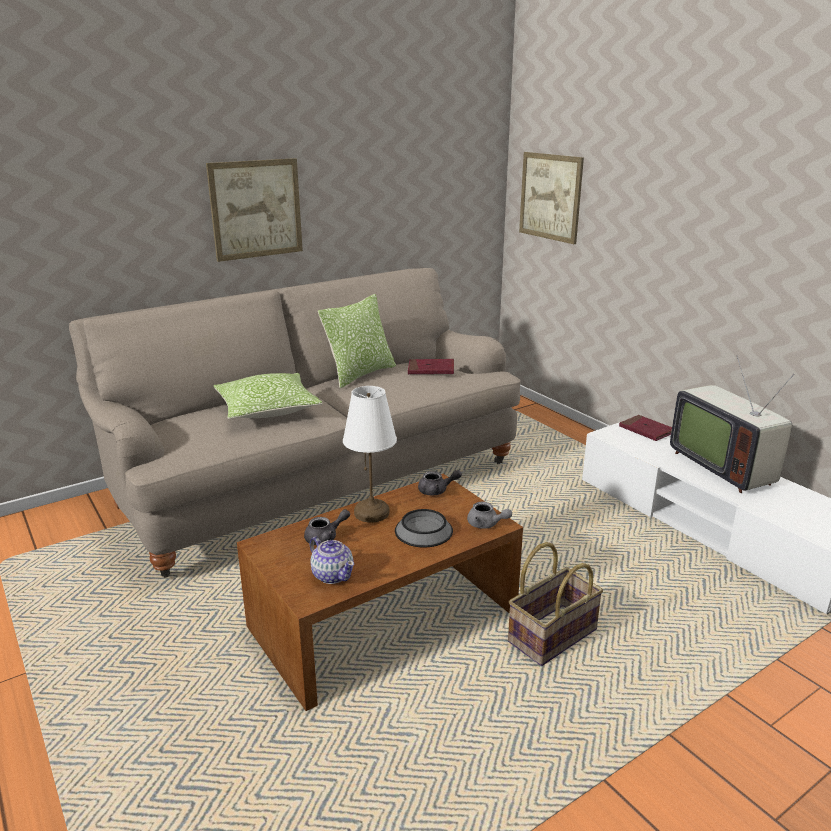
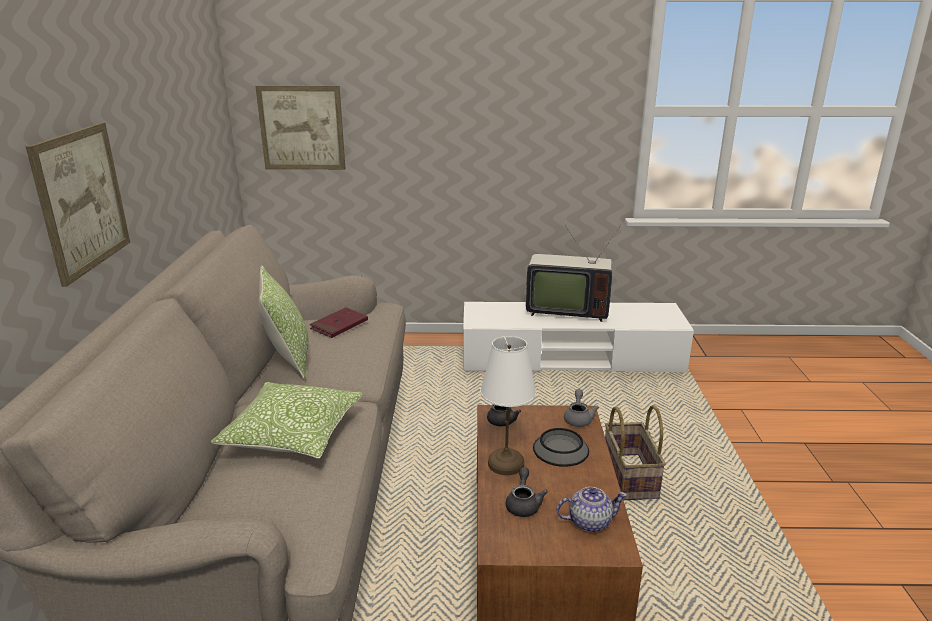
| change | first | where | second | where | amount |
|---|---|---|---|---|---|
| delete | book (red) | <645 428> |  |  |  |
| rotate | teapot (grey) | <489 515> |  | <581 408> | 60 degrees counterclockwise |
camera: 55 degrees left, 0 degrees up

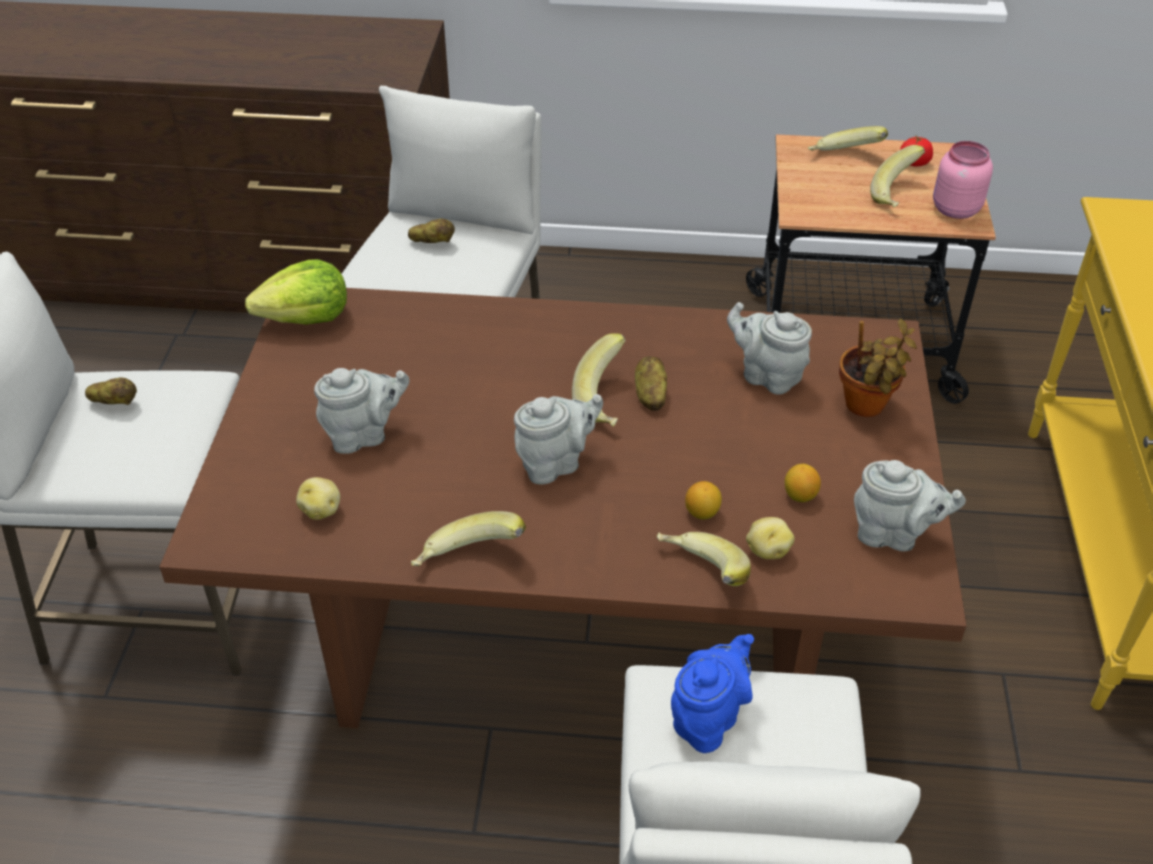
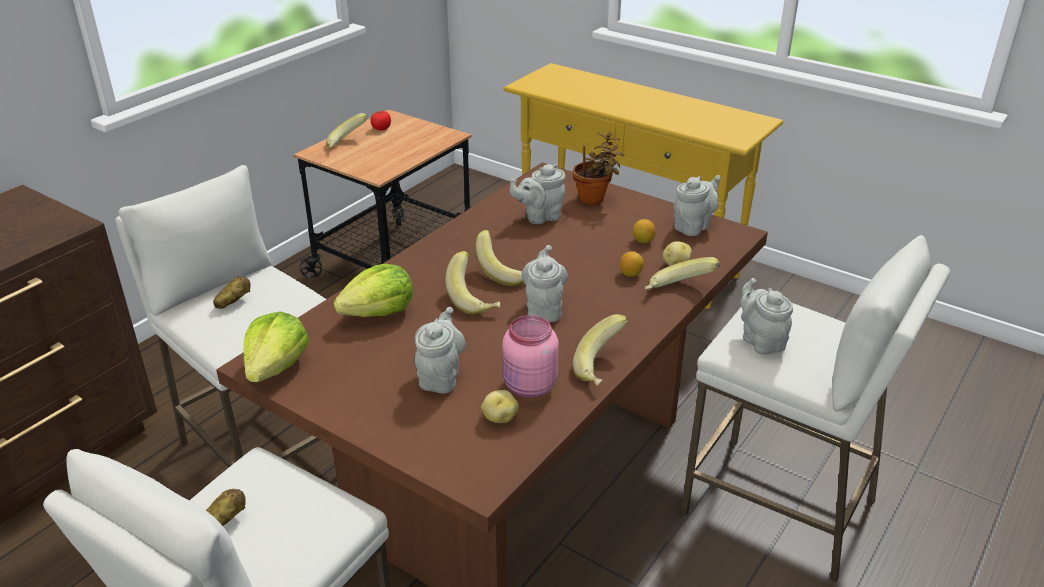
| change | first | where | second | where | amount |
|---|---|---|---|---|---|
| delete | potato | <651 383> |  |  |  |
| insert |  |  | lettuce | <373 290> |  |
| move | banana | <897 176> |  | <472 283> |  |
| move | jar (pink) | <963 180> |  | <530 356> |  |
| recolor | teapot (blue) | <712 693> | teapot (grey) | <766 316> |  |
camera: 60 degrees left, 10 degrees down

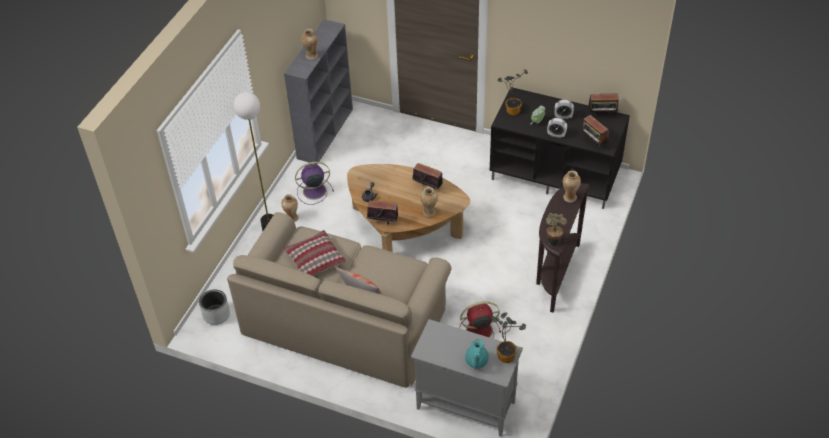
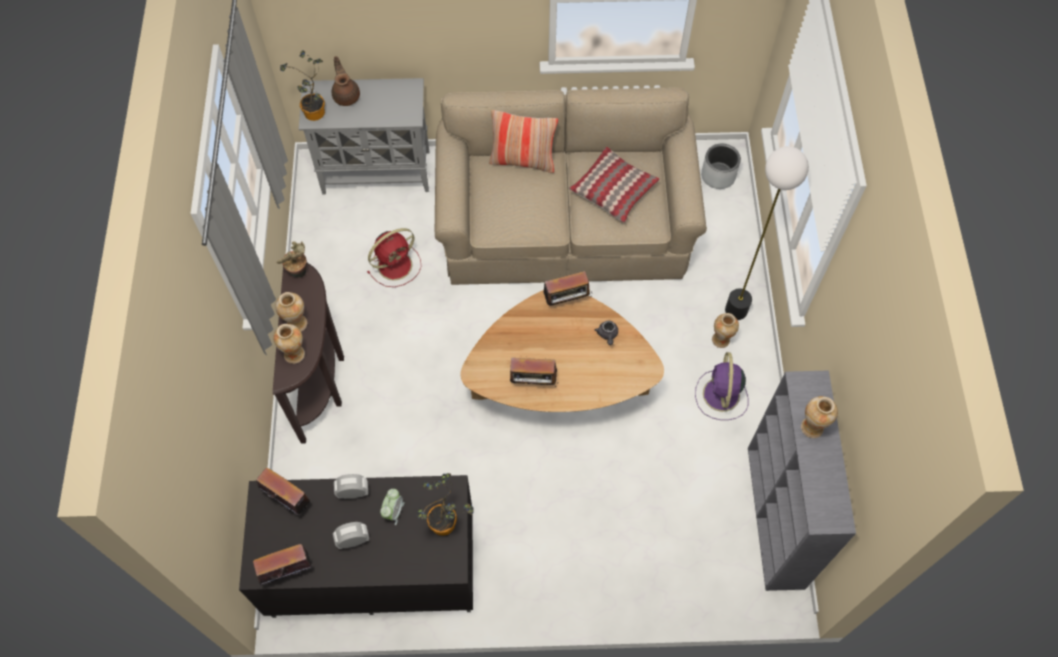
| change | first | where | second | where | amount |
|---|---|---|---|---|---|
| move | vase | <429 202> |  | <291 312> |  |
| recolor | teapot (turquoise) | <477 353> | teapot (brown) | <346 81> |  |
| rotate | fan (purple) | <314 183> |  | <722 386> | 135 degrees clockwise |
camera: 155 degrees right, 15 degrees up

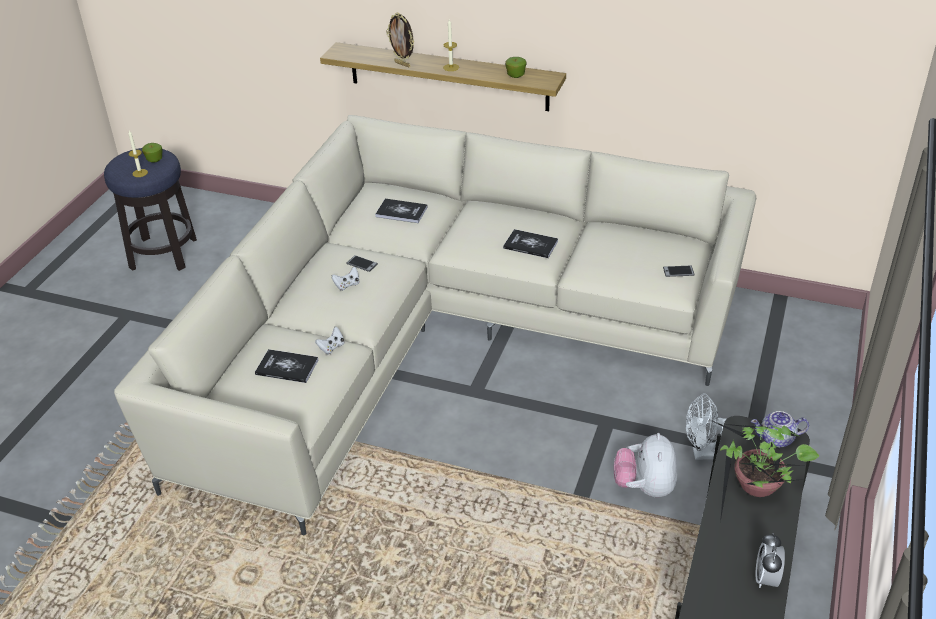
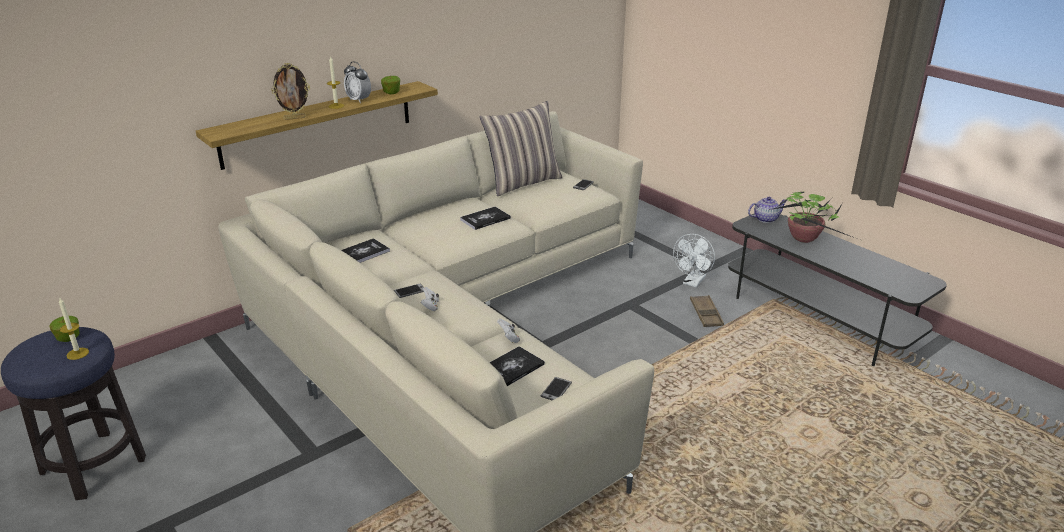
| change | first | where | second | where | amount |
|---|---|---|---|---|---|
| insert |  |  | pillow | <521 148> |  |
| insert |  |  | phone | <556 388> |  |
| move | alarm clock | <770 560> |  | <357 82> |  |
| replace | plush toy | <645 465> | tray (brown) | <707 311> |  |
| rotate | teapot | <780 429> |  | <767 210> | 135 degrees counterclockwise |
camera: 60 degrees left, 10 degrees down

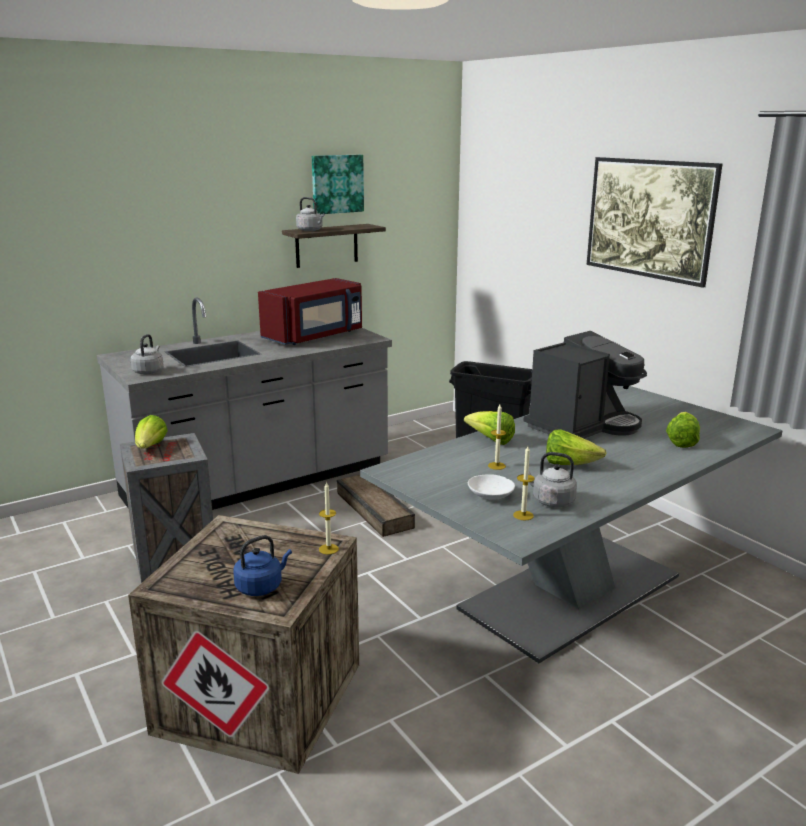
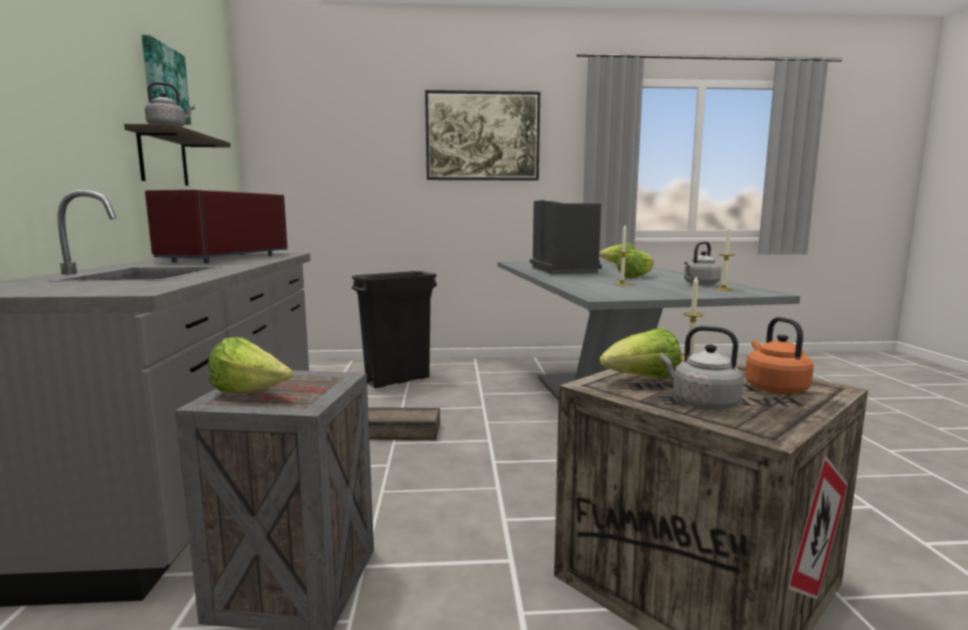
| change | first | where | second | where | amount |
|---|---|---|---|---|---|
| delete | bowl (white) | <491 487> |  |  |  |
| move | kettle (grey) | <147 354> |  | <701 368> |  |
| move | lettuce | <489 428> |  | <640 353> |  |
| recolor | kettle (blue) | <262 565> | kettle (orange) | <779 355> |  |
| rotate | microwave (red) | <310 311> |  | <216 226> | 150 degrees counterclockwise |
camera: 60 degrees left, 10 degrees down

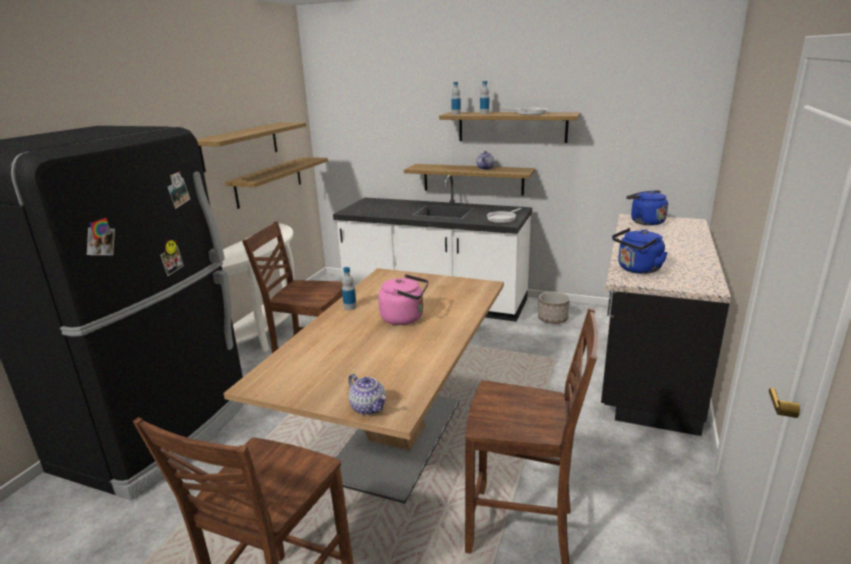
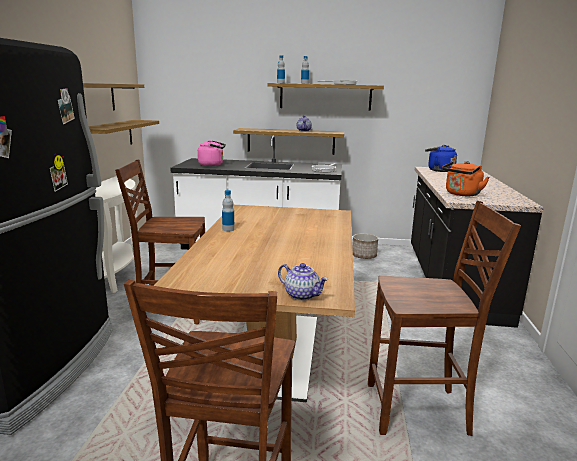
| change | first | where | second | where | amount |
|---|---|---|---|---|---|
| move | kettle (pink) | <403 299> |  | <212 153> |  |
| recolor | kettle (blue) | <640 251> | kettle (orange) | <465 178> |  |
camera: 15 degrees left, 5 degrees down

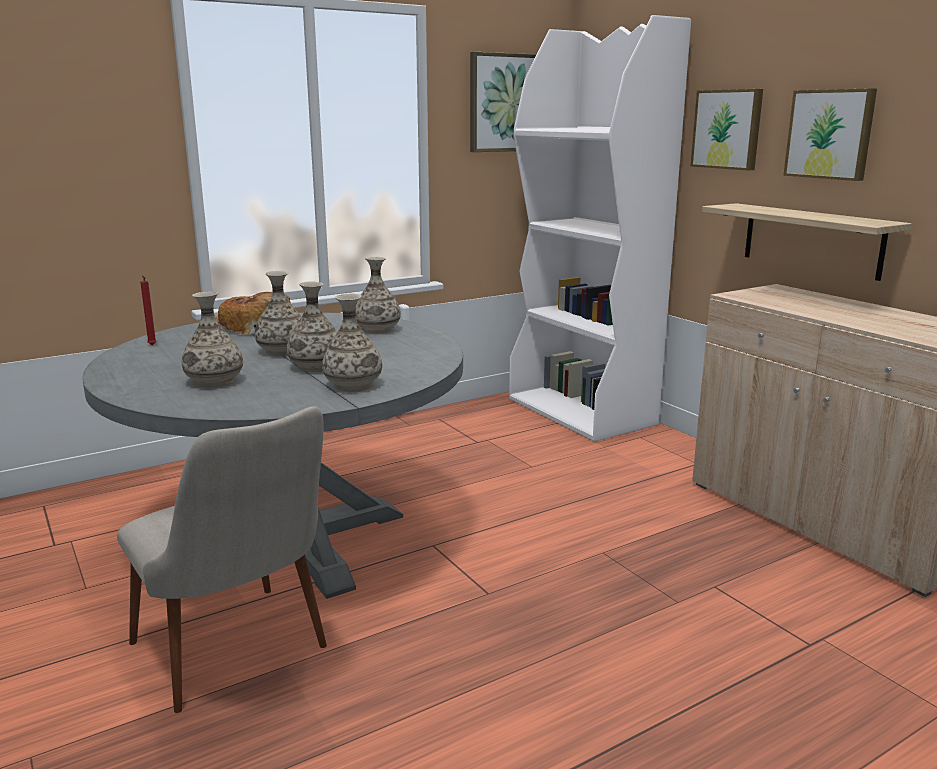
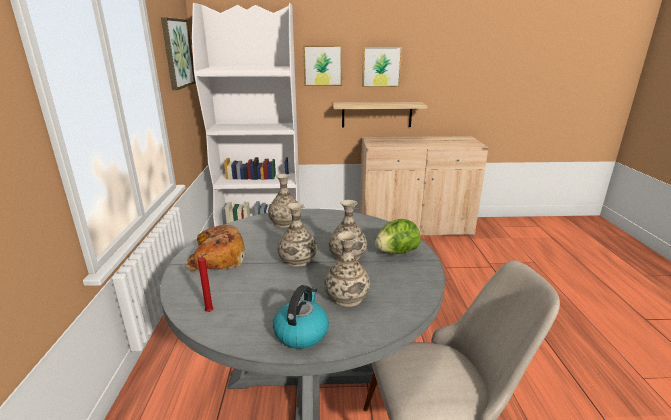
| change | first | where | second | where | amount |
|---|---|---|---|---|---|
| insert |  |  | kettle | <301 317> |  |
| replace | vase | <352 342> | lettuce | <398 236> |  |
camera: 60 degrees left, 5 degrees up

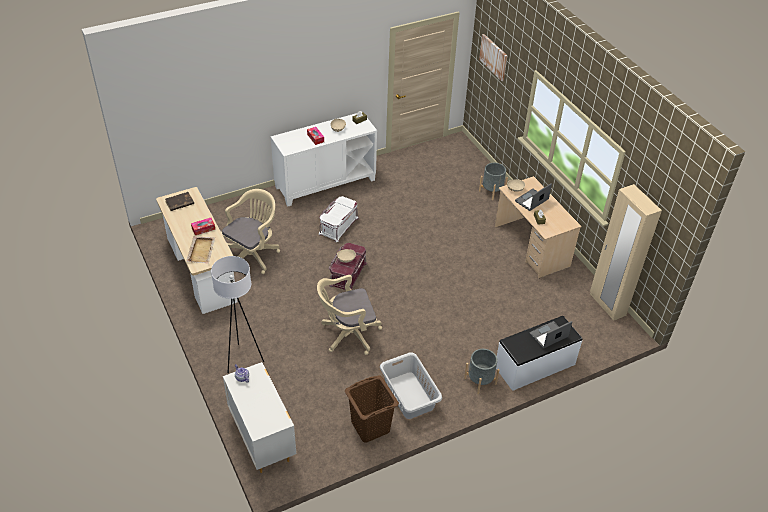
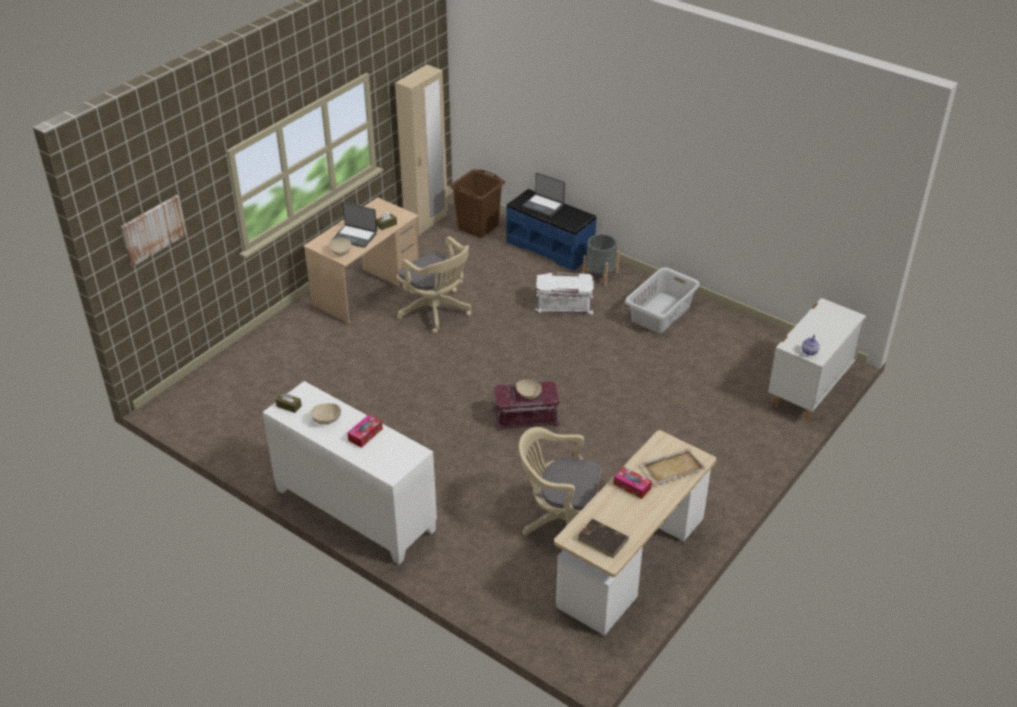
| change | first | where | second | where | amount |
|---|---|---|---|---|---|
| delete | floor lamp (white) | <237 314> |  |  |  |
| delete | planter (grey) | <493 181> |  |  |  |
| move | office chair (beige) | <349 315> |  | <434 284> |  |
| move | storage box (white) | <339 219> |  | <564 293> |  |
| move | laundry basket (brown) | <372 409> |  | <477 203> |  |
| recolor | bench (white) | <539 353> | bench (blue) | <551 230> |  |
camera: 115 degrees left, 5 degrees down

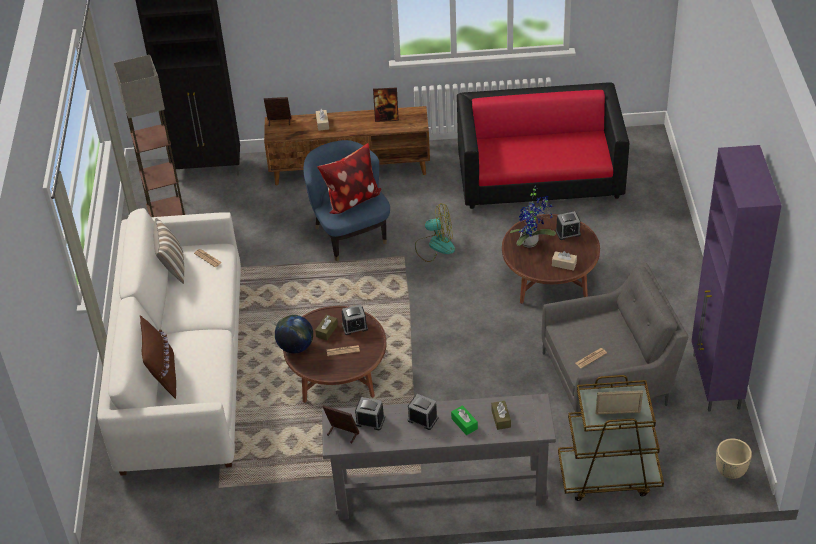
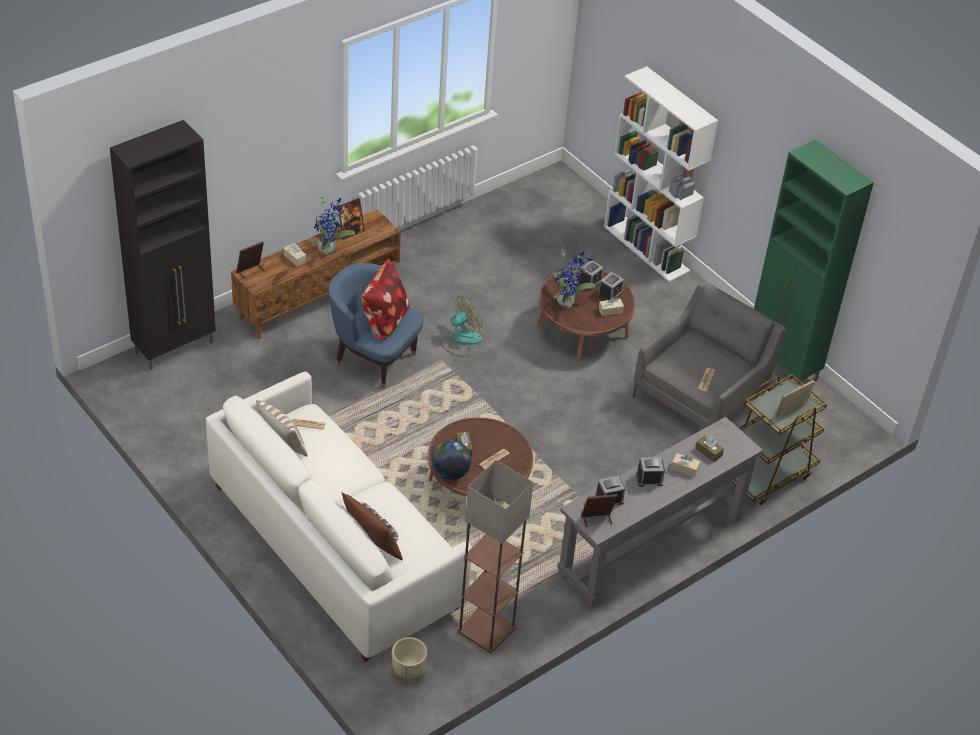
| change | first | where | second | where | amount |
|---|---|---|---|---|---|
| delete | sofa | <543 145> |  |  |  |
| insert |  |  | potted plant | <333 224> |  |
| insert |  |  | bookcase (white) | <661 174> |  |
| move | floor lamp | <149 136> |  | <495 557> |  |
| move | alarm clock | <355 320> |  | <611 286> |  |
| move | planter (beige) | <734 458> |  | <409 658> |  |
| recolor | tissue box (green) | <464 420> | tissue box (beige) | <685 465> |  |
| recolor | cabinet (purple) | <736 278> | cabinet (green) | <814 262> |  |
camera: 40 degrees left, 0 degrees up

